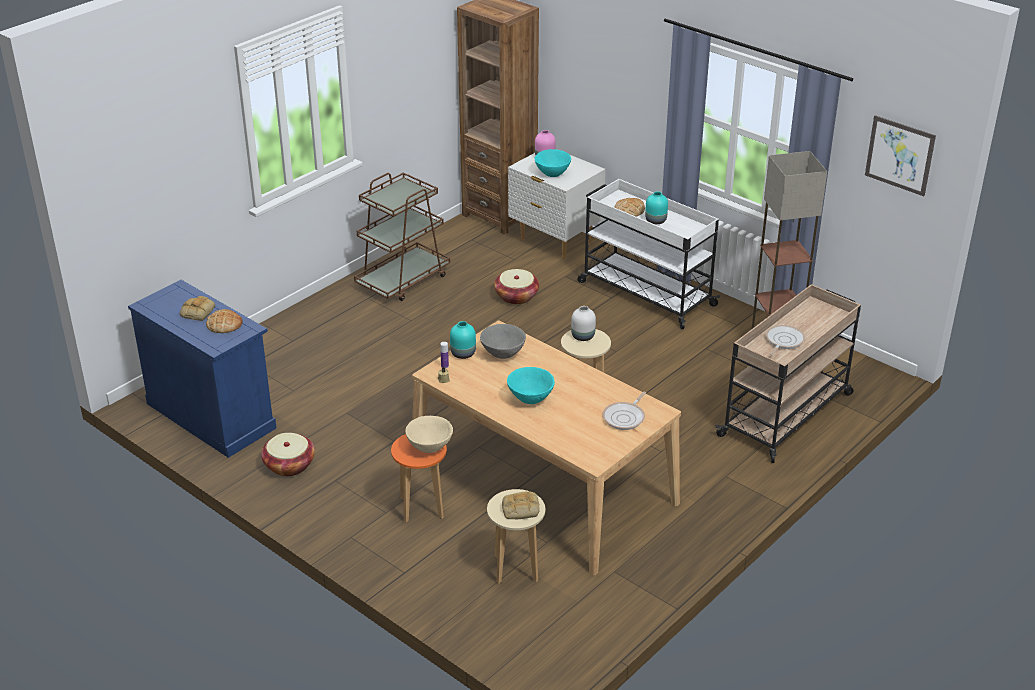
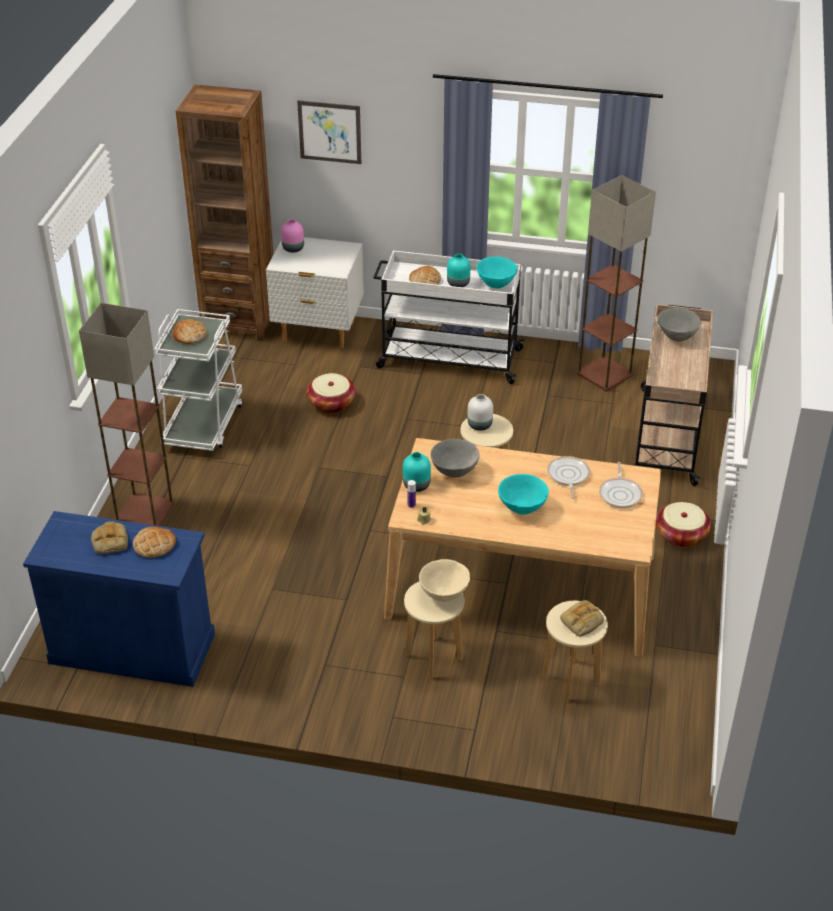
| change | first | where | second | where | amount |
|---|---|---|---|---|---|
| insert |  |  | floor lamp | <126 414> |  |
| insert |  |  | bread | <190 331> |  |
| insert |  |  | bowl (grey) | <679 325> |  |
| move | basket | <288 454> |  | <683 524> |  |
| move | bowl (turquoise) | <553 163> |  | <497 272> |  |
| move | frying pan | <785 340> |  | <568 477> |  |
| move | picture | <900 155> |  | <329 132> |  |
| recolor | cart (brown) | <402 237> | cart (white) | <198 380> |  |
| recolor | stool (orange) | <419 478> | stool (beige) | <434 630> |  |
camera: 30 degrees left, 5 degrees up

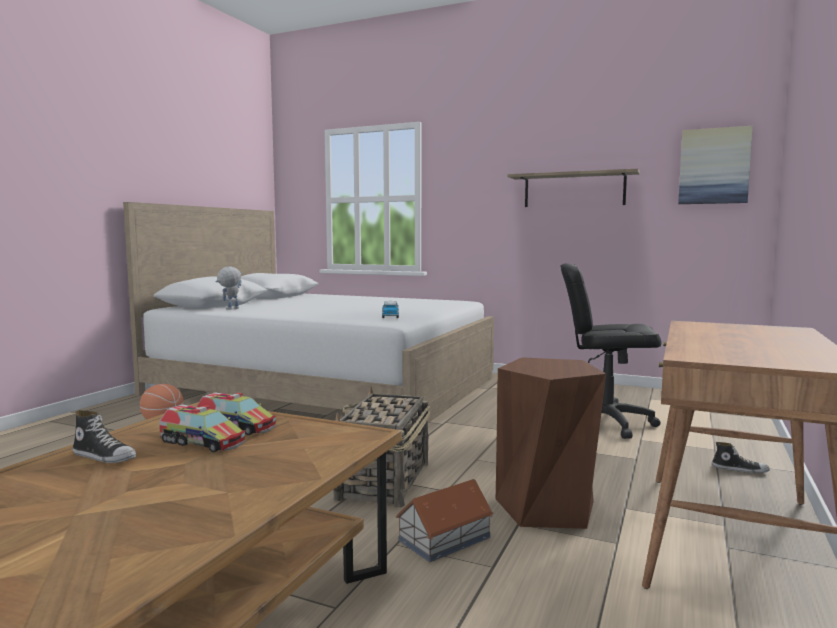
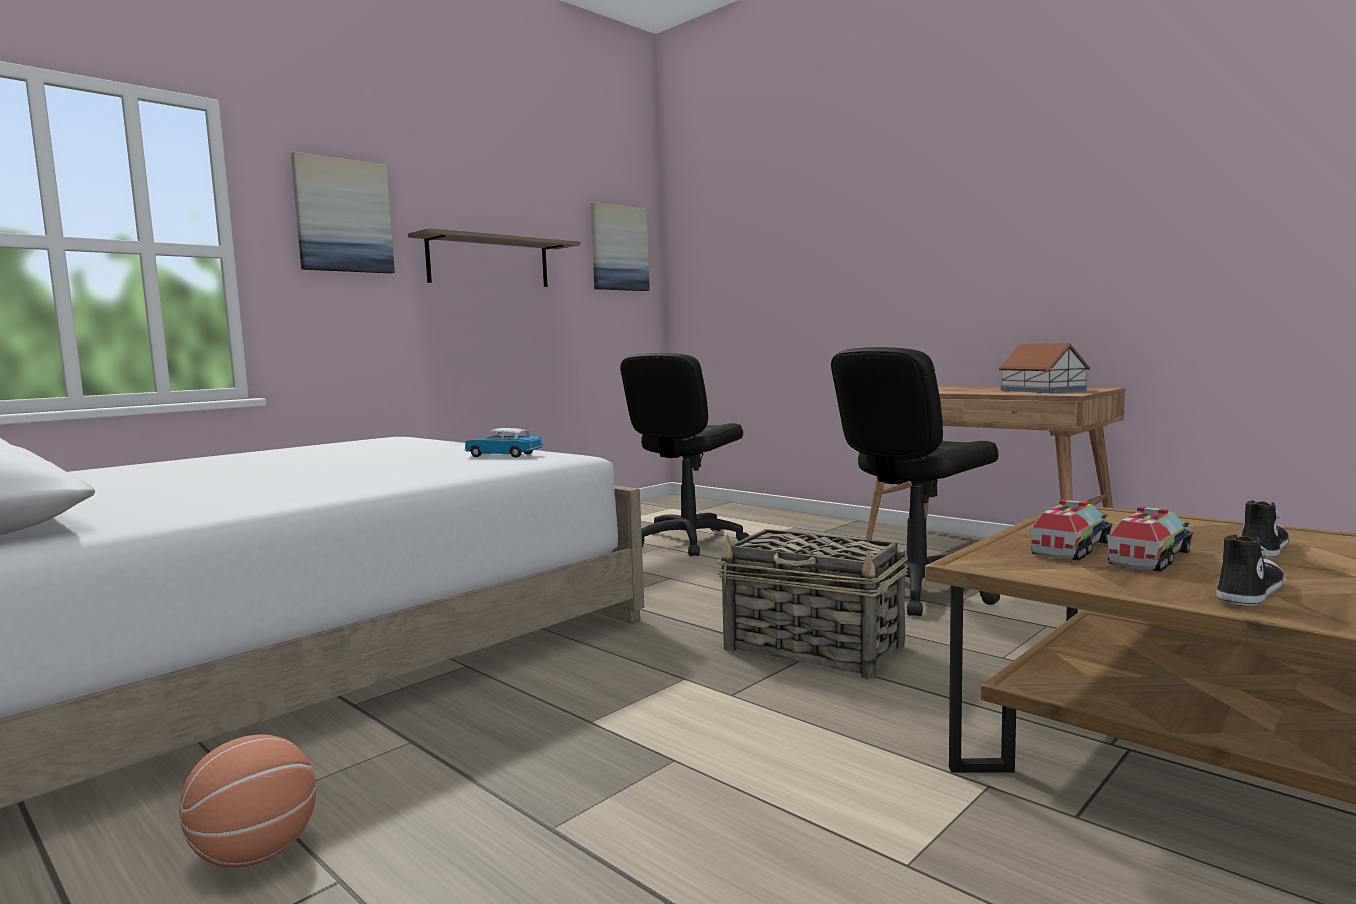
| change | first | where | second | where | amount |
|---|---|---|---|---|---|
| delete | toy robot | <229 288> |  |  |  |
| insert |  |  | picture | <343 212> |  |
| move | toy house | <444 520> |  | <1044 368> |  |
| move | shoe | <741 457> |  | <1265 529> |  |
| replace | stool (brown) | <551 443> | office chair (black) | <915 481> |  |
camera: 70 degrees left, 0 degrees up

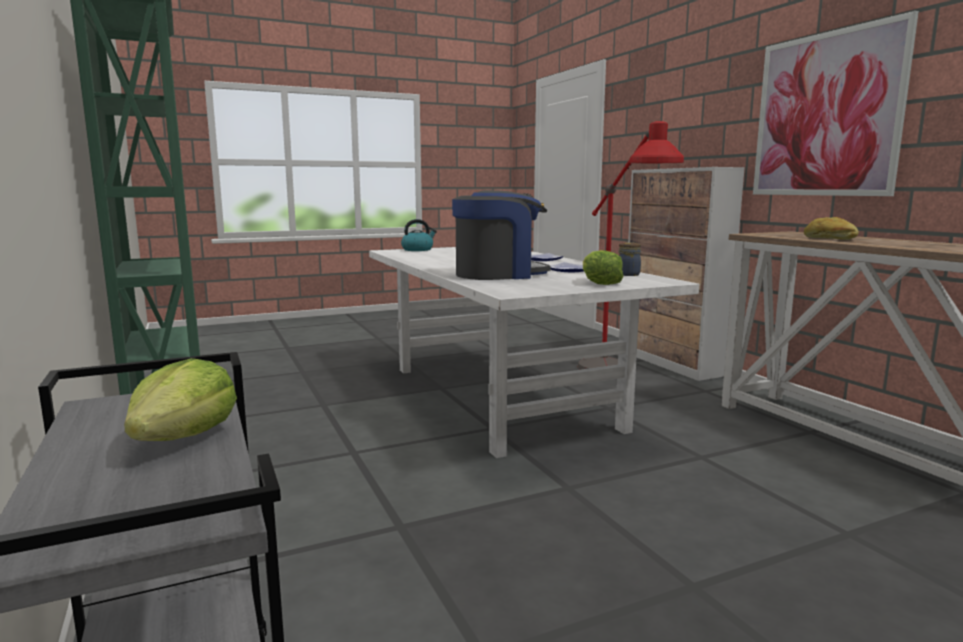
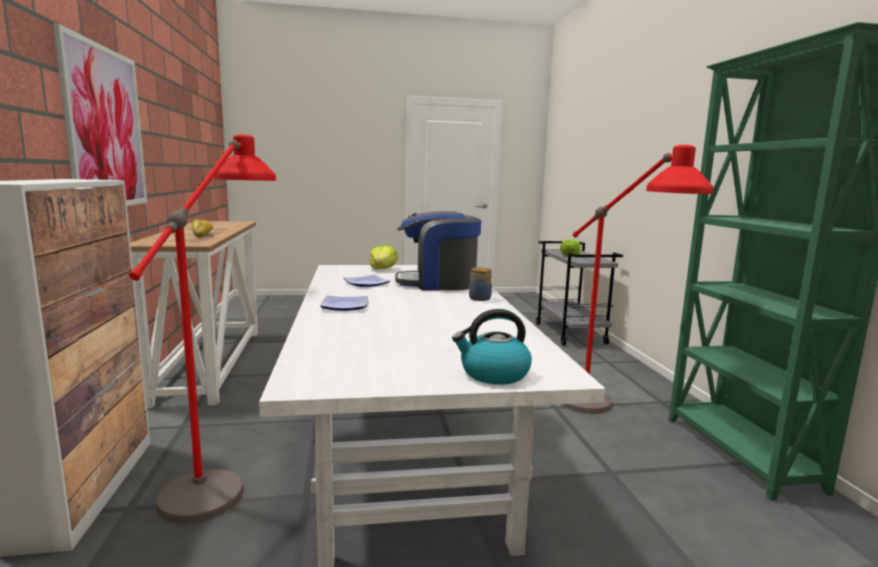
| change | first | where | second | where | amount |
|---|---|---|---|---|---|
| insert |  |  | floor lamp (red) | <636 279> |  |
| move | jar | <629 259> |  | <480 284> |  |
camera: 165 degrees left, 0 degrees up

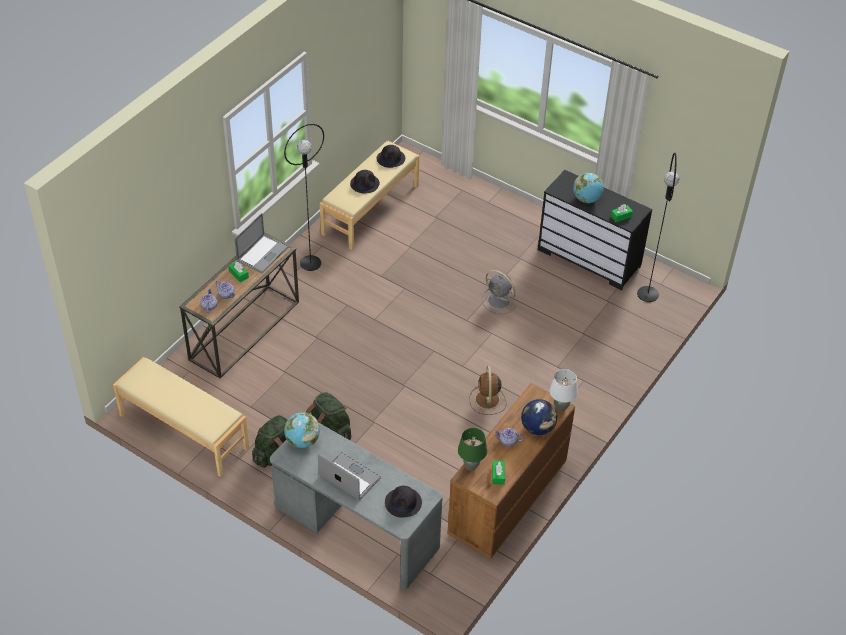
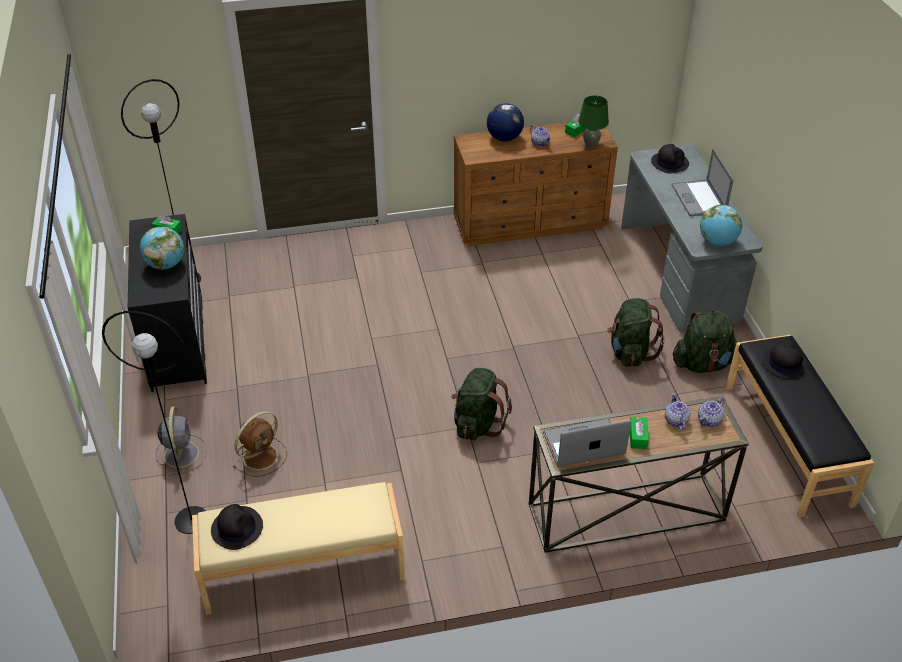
| change | first | where | second | where | amount |
|---|---|---|---|---|---|
| delete | table lamp (white) | <563 390> |  |  |  |
| insert |  |  | backpack (green) | <481 404> |  |
| move | floor lamp (black) | <304 197> |  | <154 422> |  |
| move | hat (black) | <365 182> |  | <785 361> |  |
| move | fan (brown) | <488 390> |  | <260 444> |  |
| move | fan (grey) | <499 292> |  | <181 441> |  |
| recolor | bench (beige) | <181 417> | bench (black) | <800 426> |  |
camera: 135 degrees left, 5 degrees down

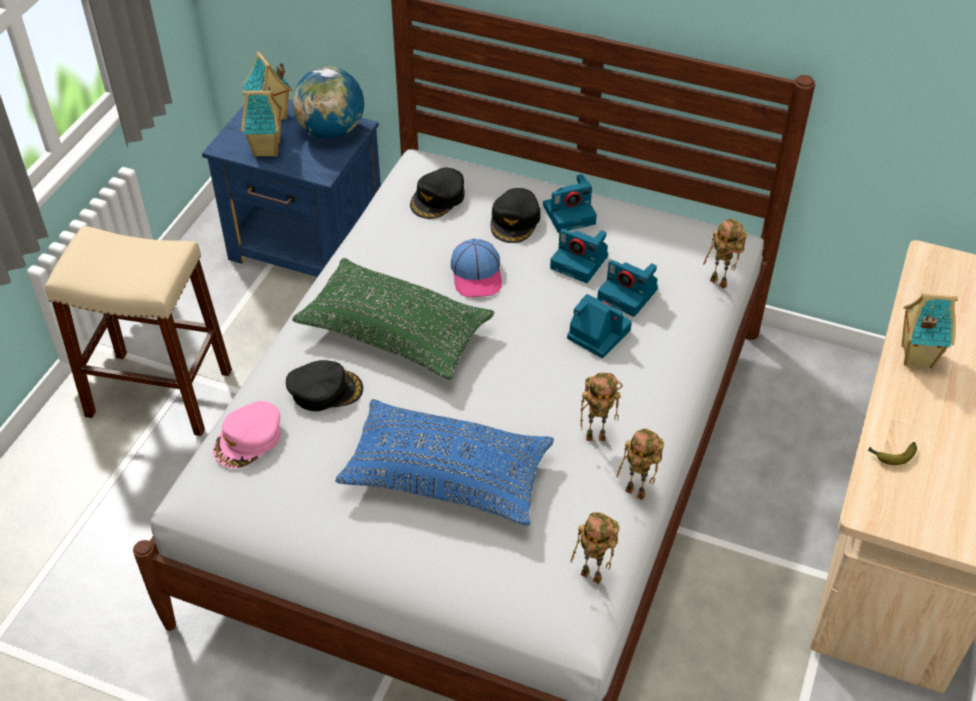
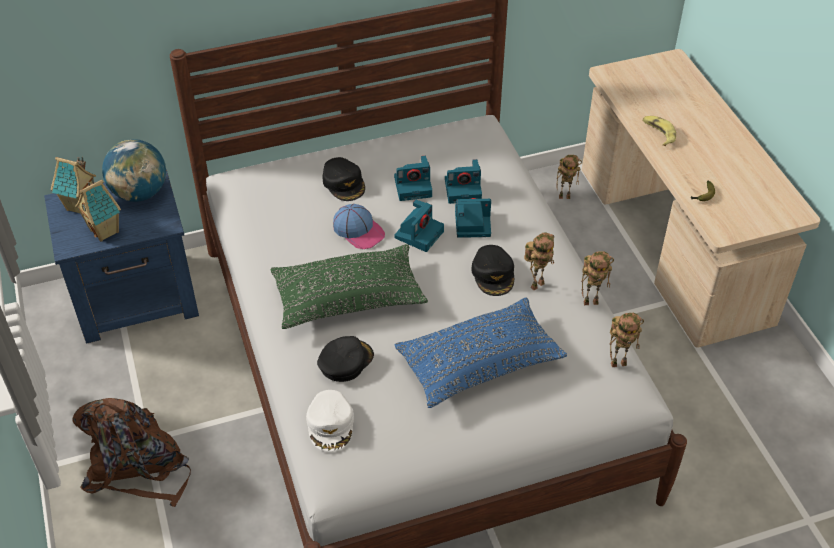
| change | first | where | second | where | amount |
|---|---|---|---|---|---|
| move | cap (black) | <437 193> |  | <493 270> |  |
| move | photo camera | <570 203> |  | <419 226> |  |
| move | toy robot | <725 254> |  | <569 177> |  |
| replace | stool (beige) | <138 331> | backpack (brown) | <132 452> |  |
| replace | toy house | <929 330> | banana | <659 131> |  |
| recolor | cap (pink) | <247 434> | cap (white) | <330 421> |  |
camera: 40 degrees left, 0 degrees up

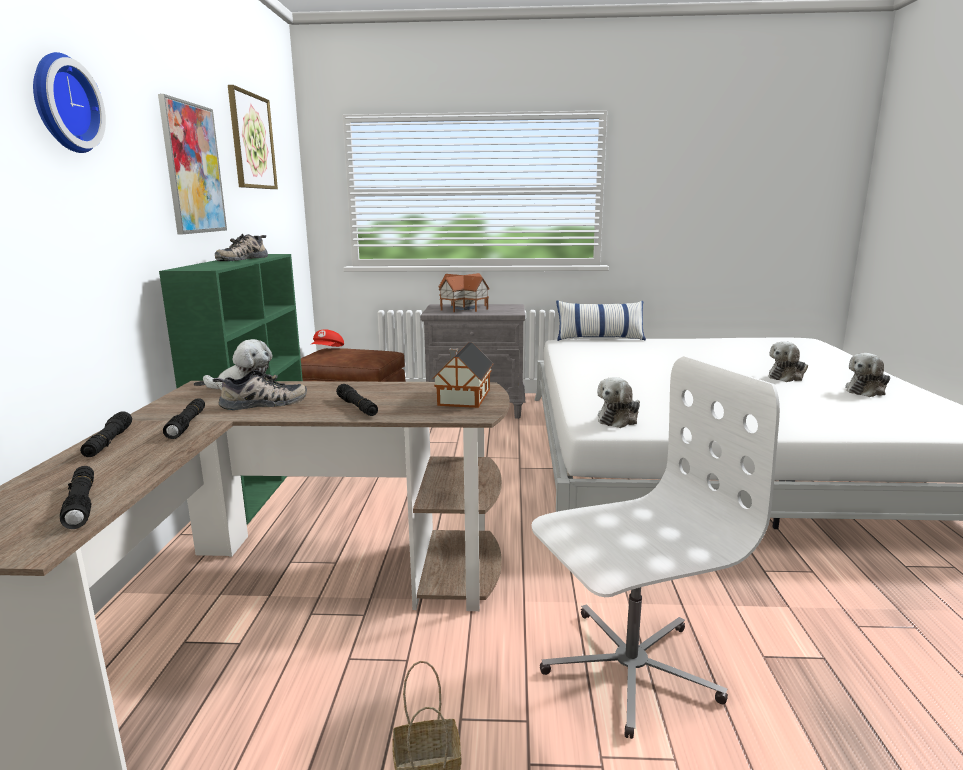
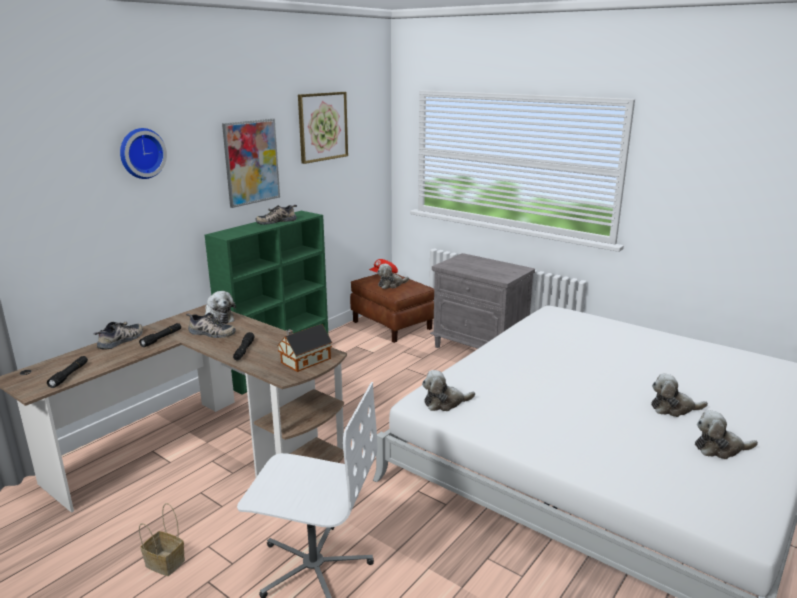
| change | first | where | second | where | amount |
|---|---|---|---|---|---|
| delete | toy house | <464 292> |  |  |  |
| delete | pillow | <601 320> |  |  |  |
| insert |  |  | plush toy | <393 276> |  |
| replace | flashlight (black) | <106 434> | shoe | <118 336> |  |
camera: 35 degrees right, 5 degrees up

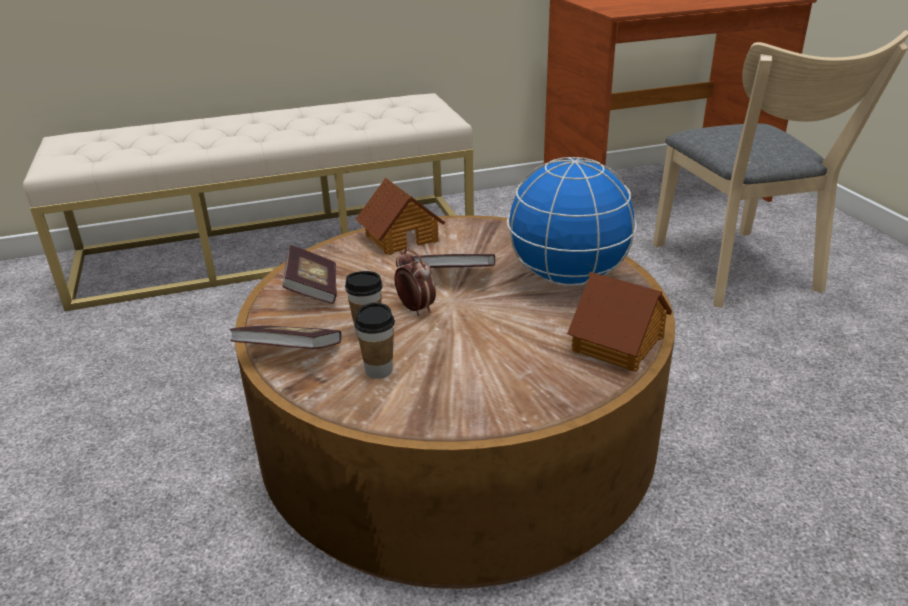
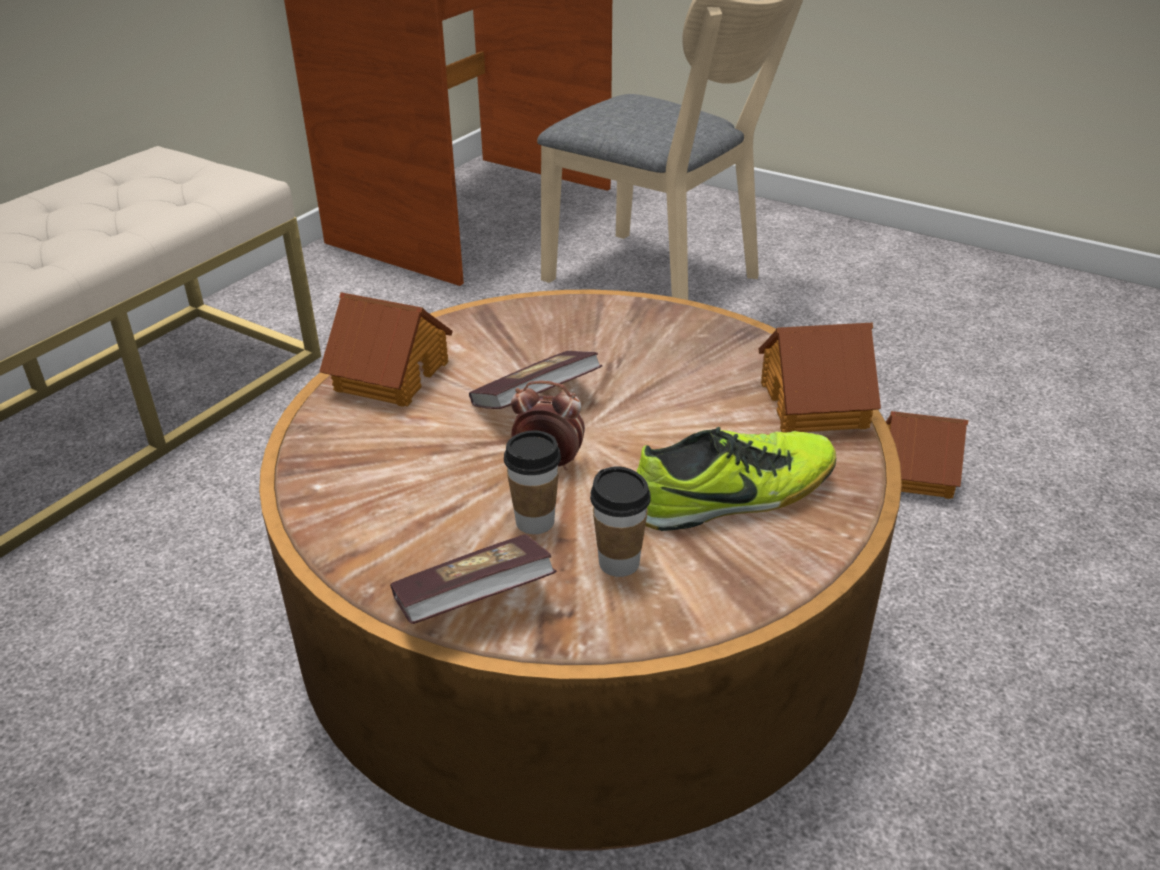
| change | first | where | second | where | amount |
|---|---|---|---|---|---|
| delete | book | <309 274> |  |  |  |
| delete | globe | <572 221> |  |  |  |
| insert |  |  | shoe | <736 479> |  |
| insert |  |  | toy house | <927 455> |  |
camera: 40 degrees left, 5 degrees up

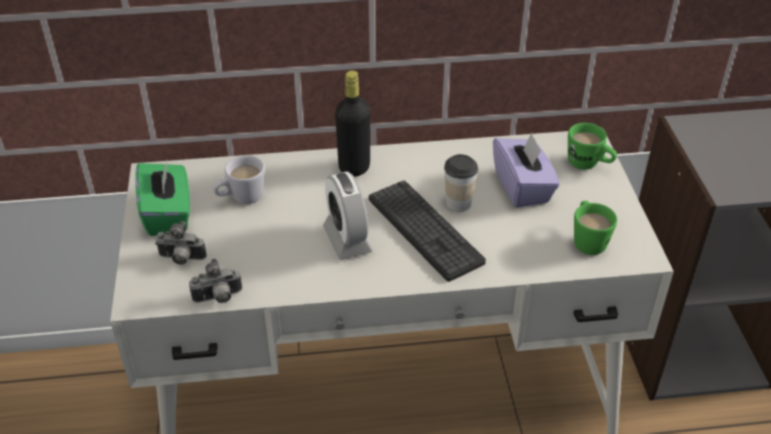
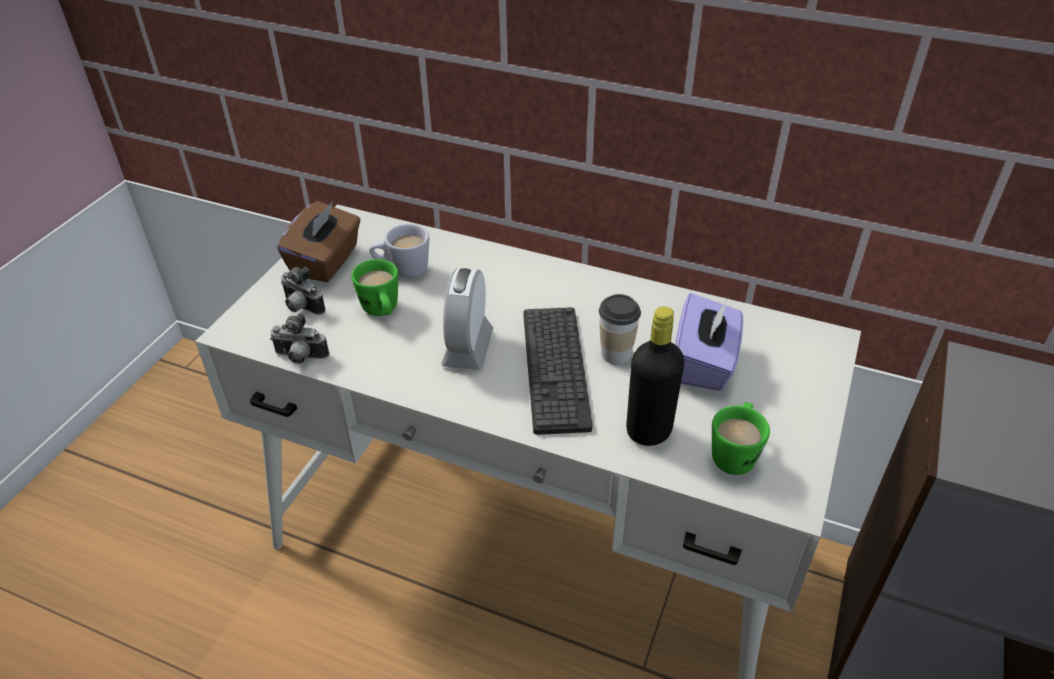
| change | first | where | second | where | amount |
|---|---|---|---|---|---|
| move | bottle (black) | <352 123> |  | <655 376> |  |
| move | mug (green) | <592 146> |  | <374 287> |  |
| recolor | tissue box (green) | <162 198> | tissue box (brown) | <319 241> |  |
camera: 30 degrees right, 0 degrees up

